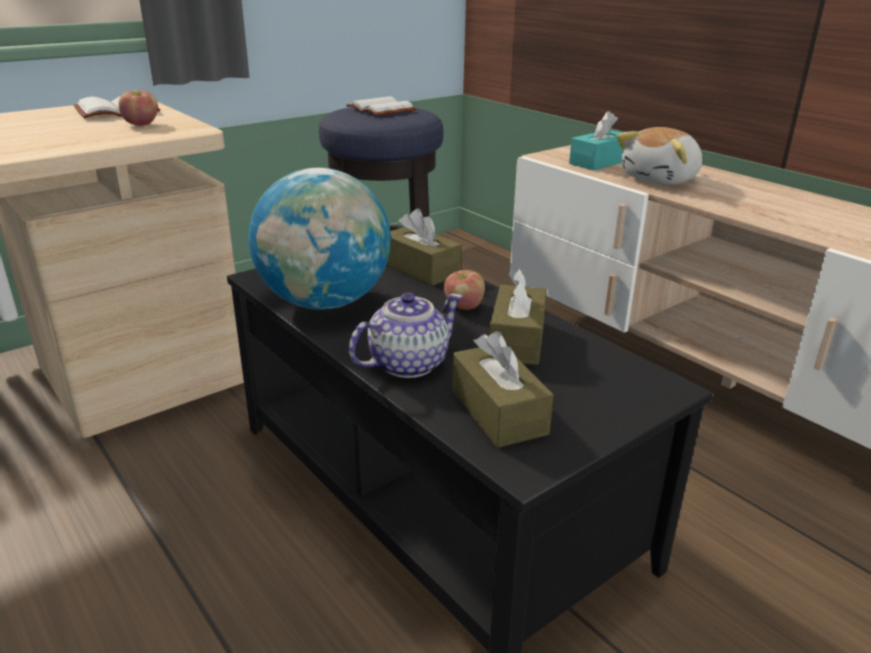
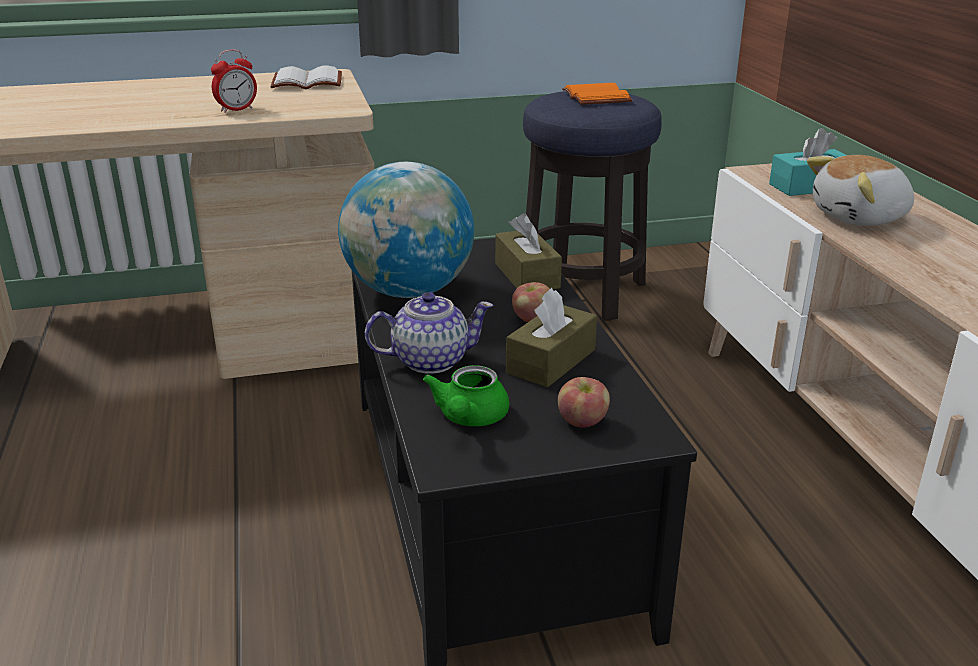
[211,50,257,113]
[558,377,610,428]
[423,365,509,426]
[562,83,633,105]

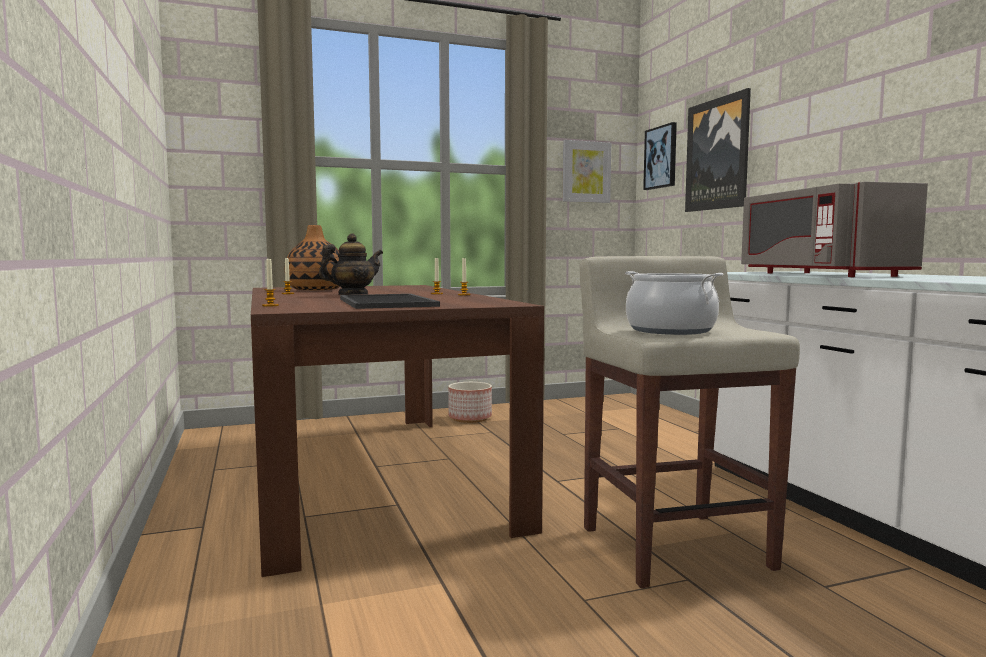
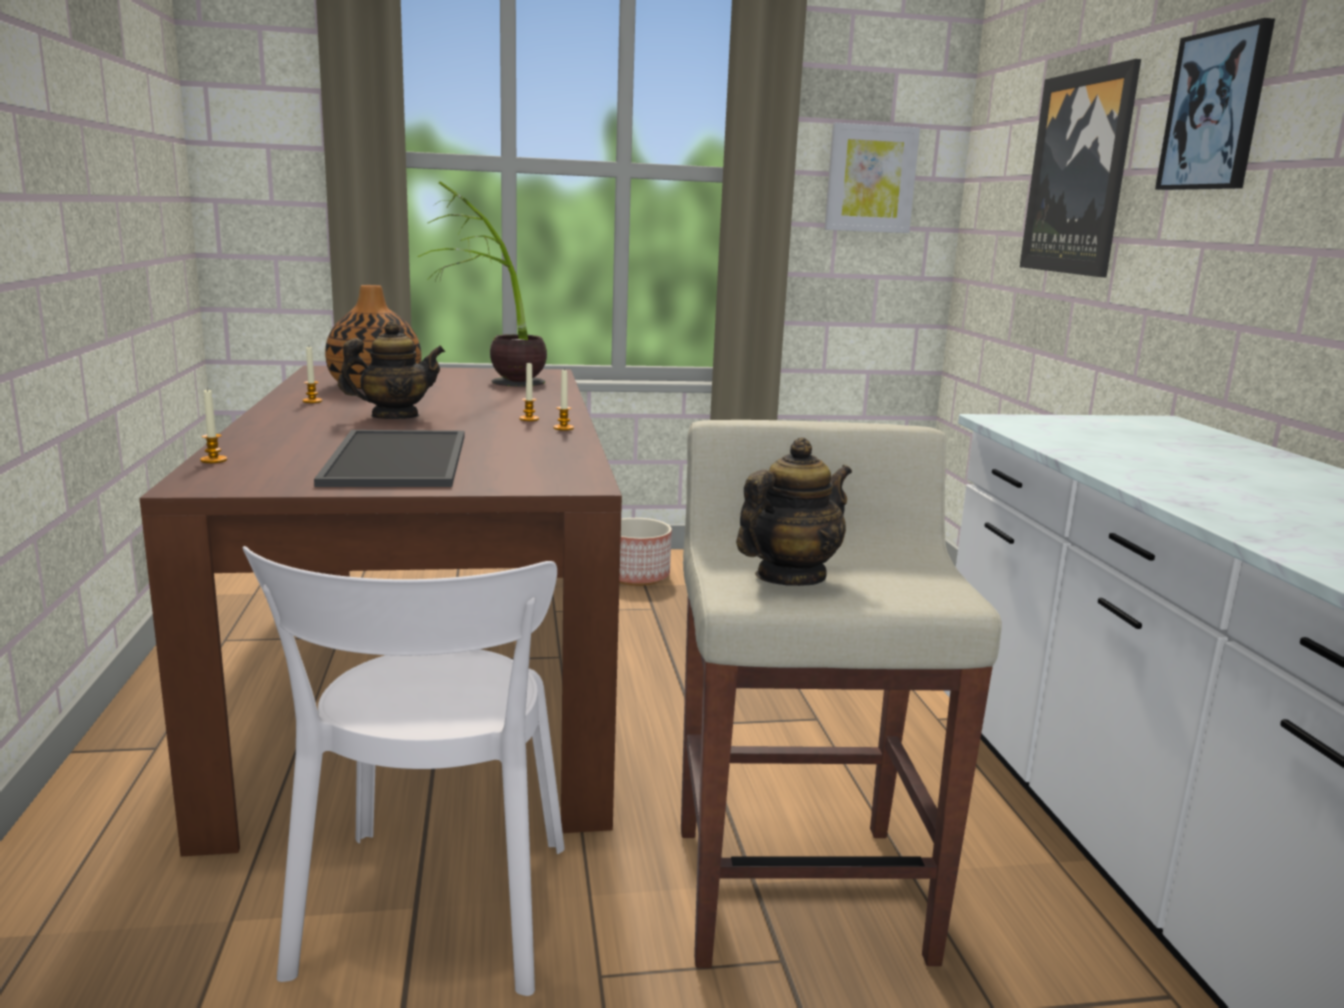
[741,182,928,277] (first image)
[243,546,565,996]
[417,181,547,386]
[1155,18,1275,190]
[736,437,852,586]

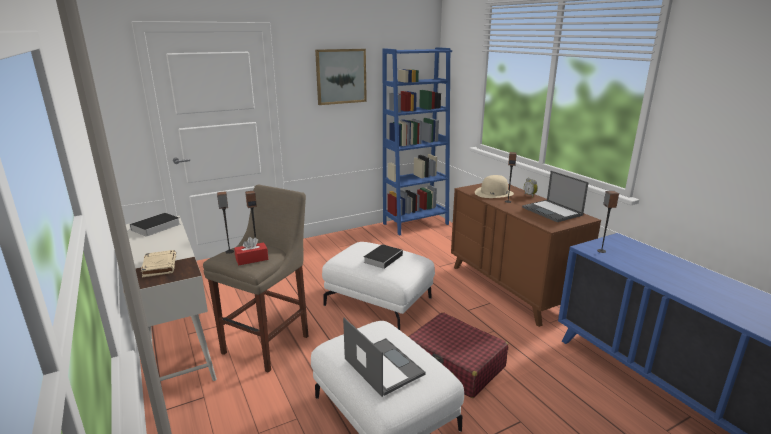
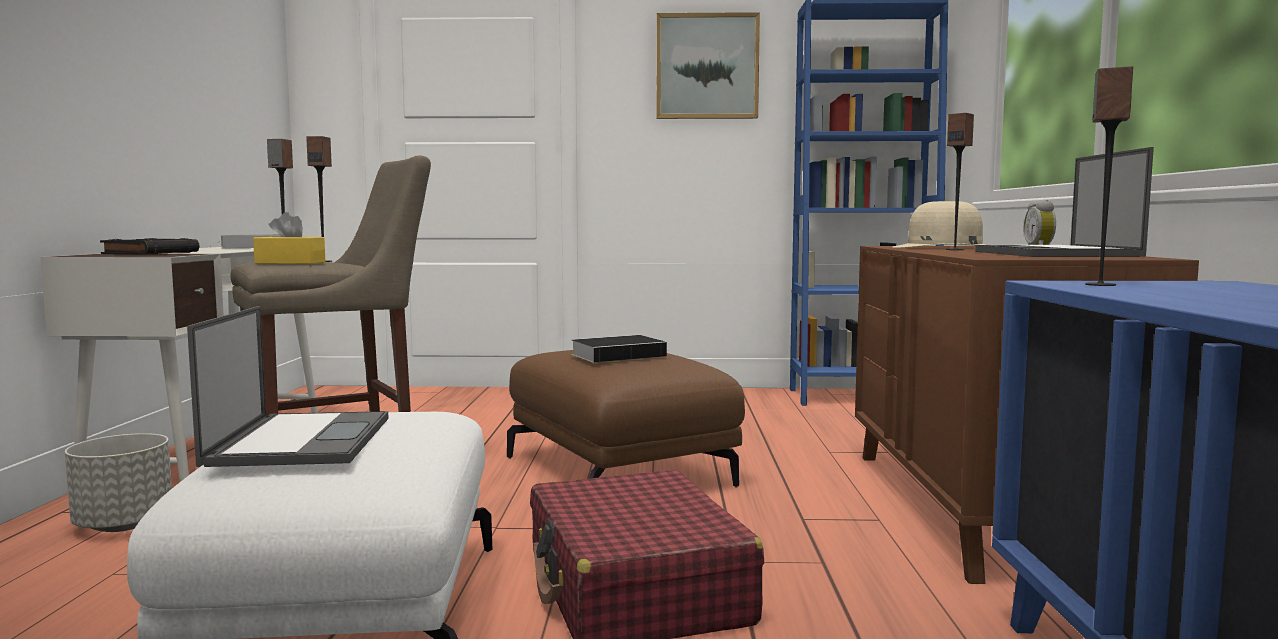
[65,433,172,532]
[100,238,200,254]
[253,212,326,264]
[507,350,745,488]

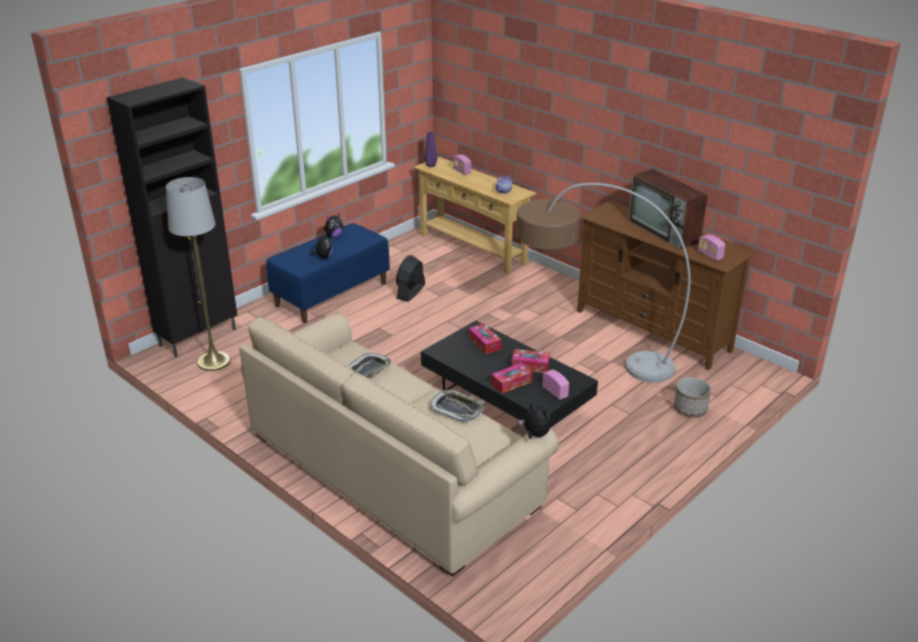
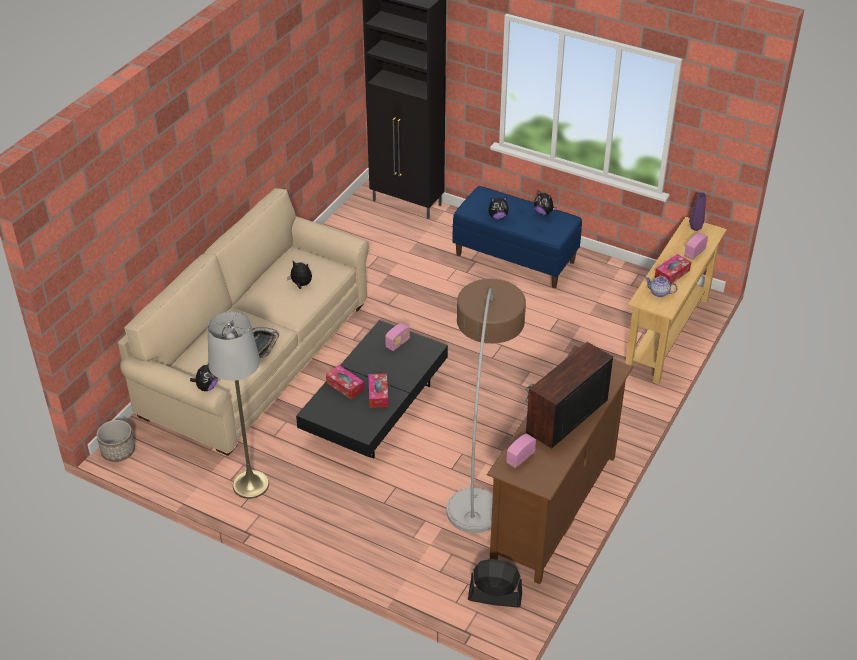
[208,312,269,499]
[468,559,522,607]
[655,254,691,284]
[385,323,410,351]
[96,420,135,462]
[287,261,312,289]

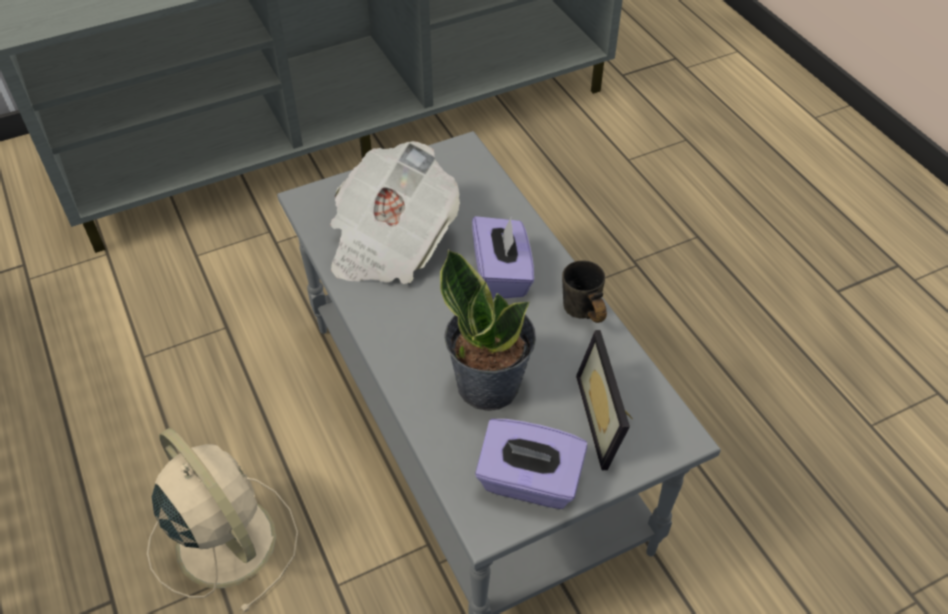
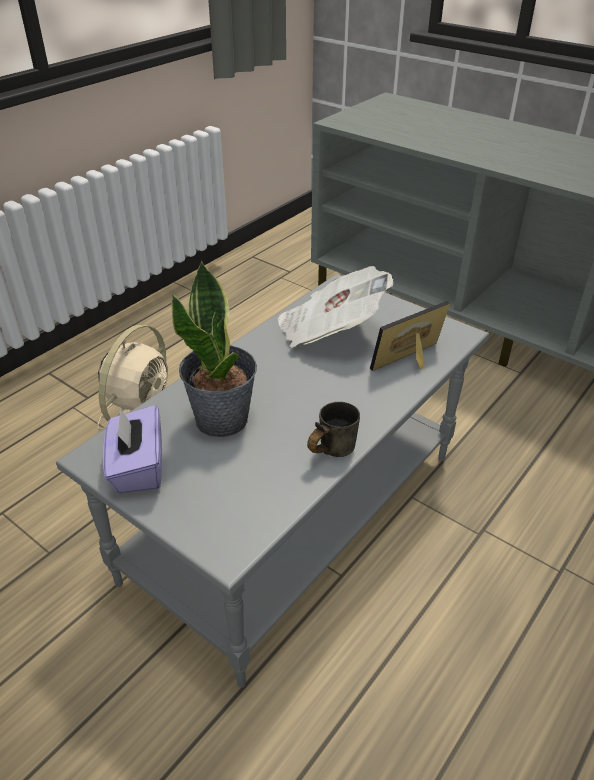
[472,216,534,299] (first image)
[370,301,450,371]

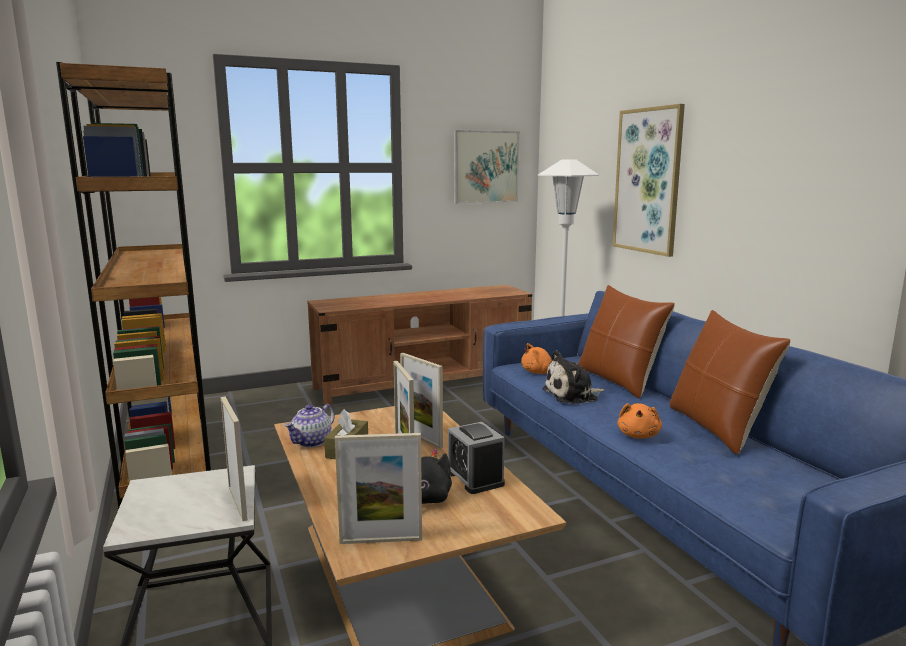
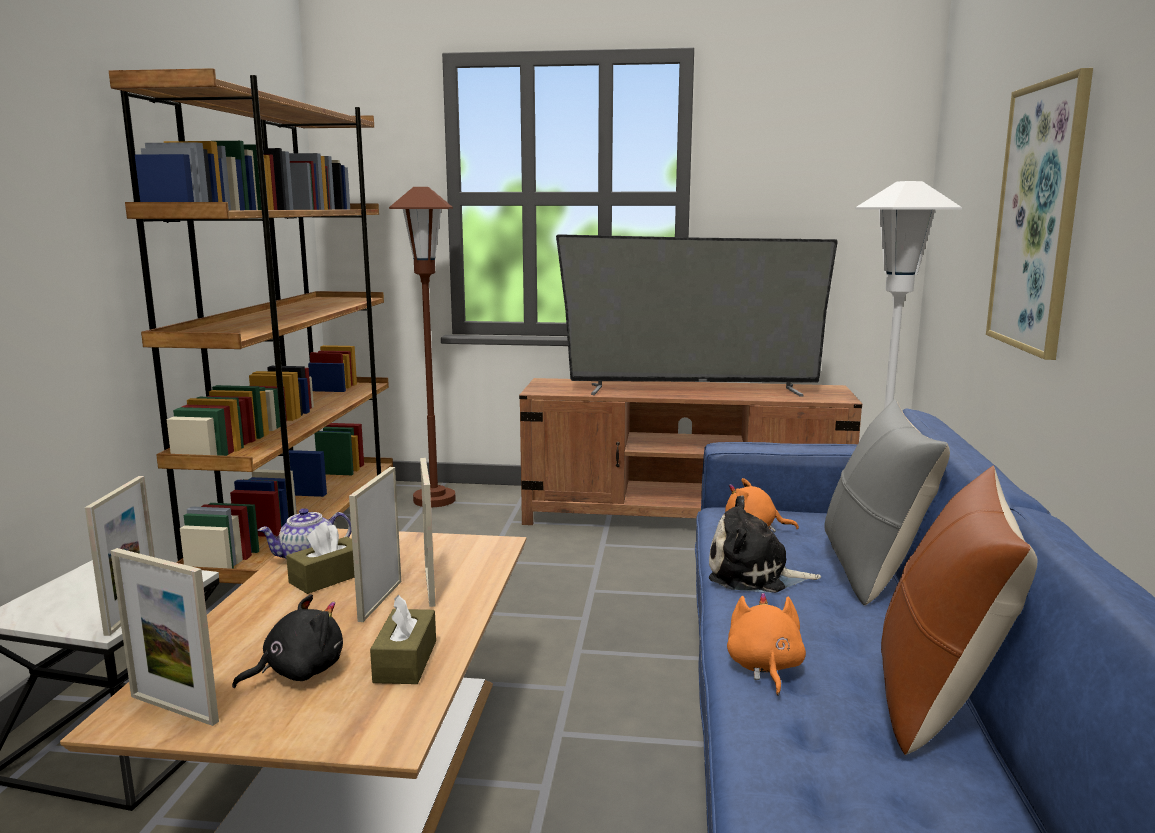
[454,130,520,204] (first image)
[389,187,456,507]
[556,234,838,397]
[370,595,436,684]
[824,399,950,606]
[727,593,806,696]

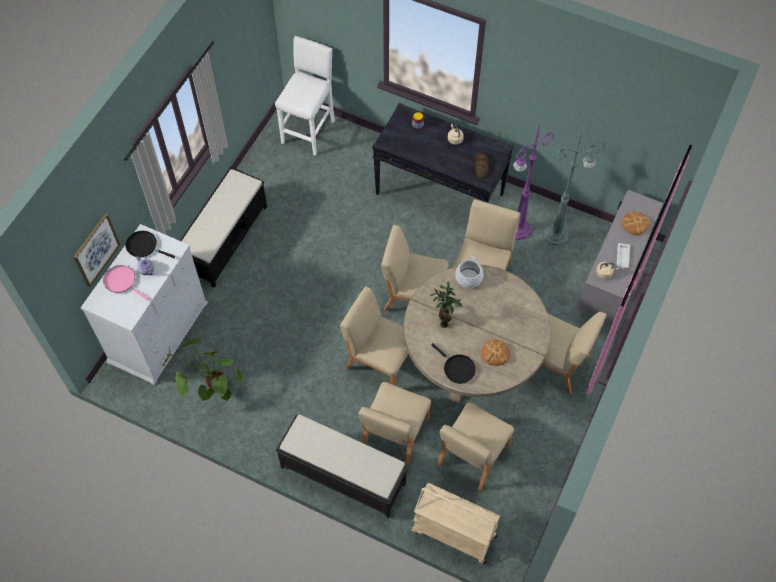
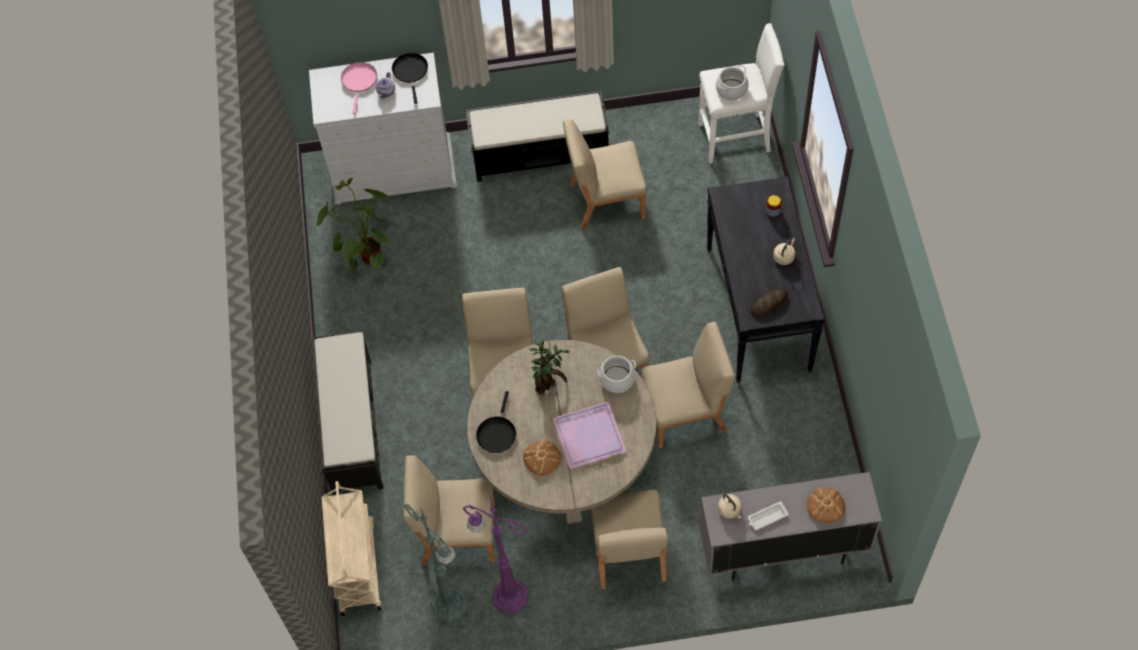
[73,213,120,287] (first image)
[552,402,627,469]
[716,65,749,101]
[563,119,647,230]
[463,501,529,614]
[404,504,469,623]

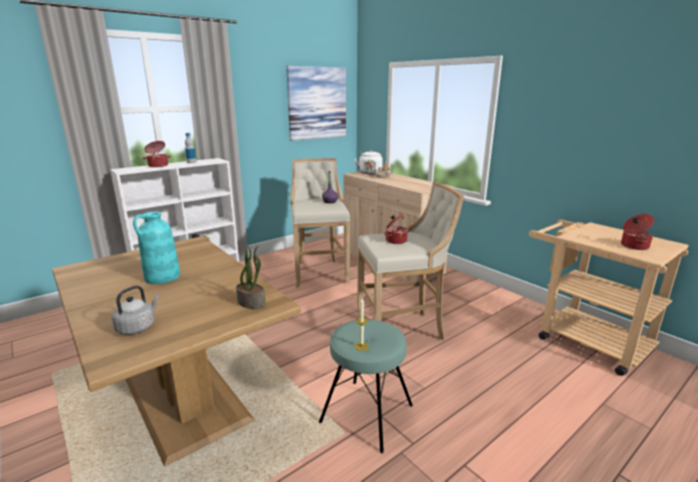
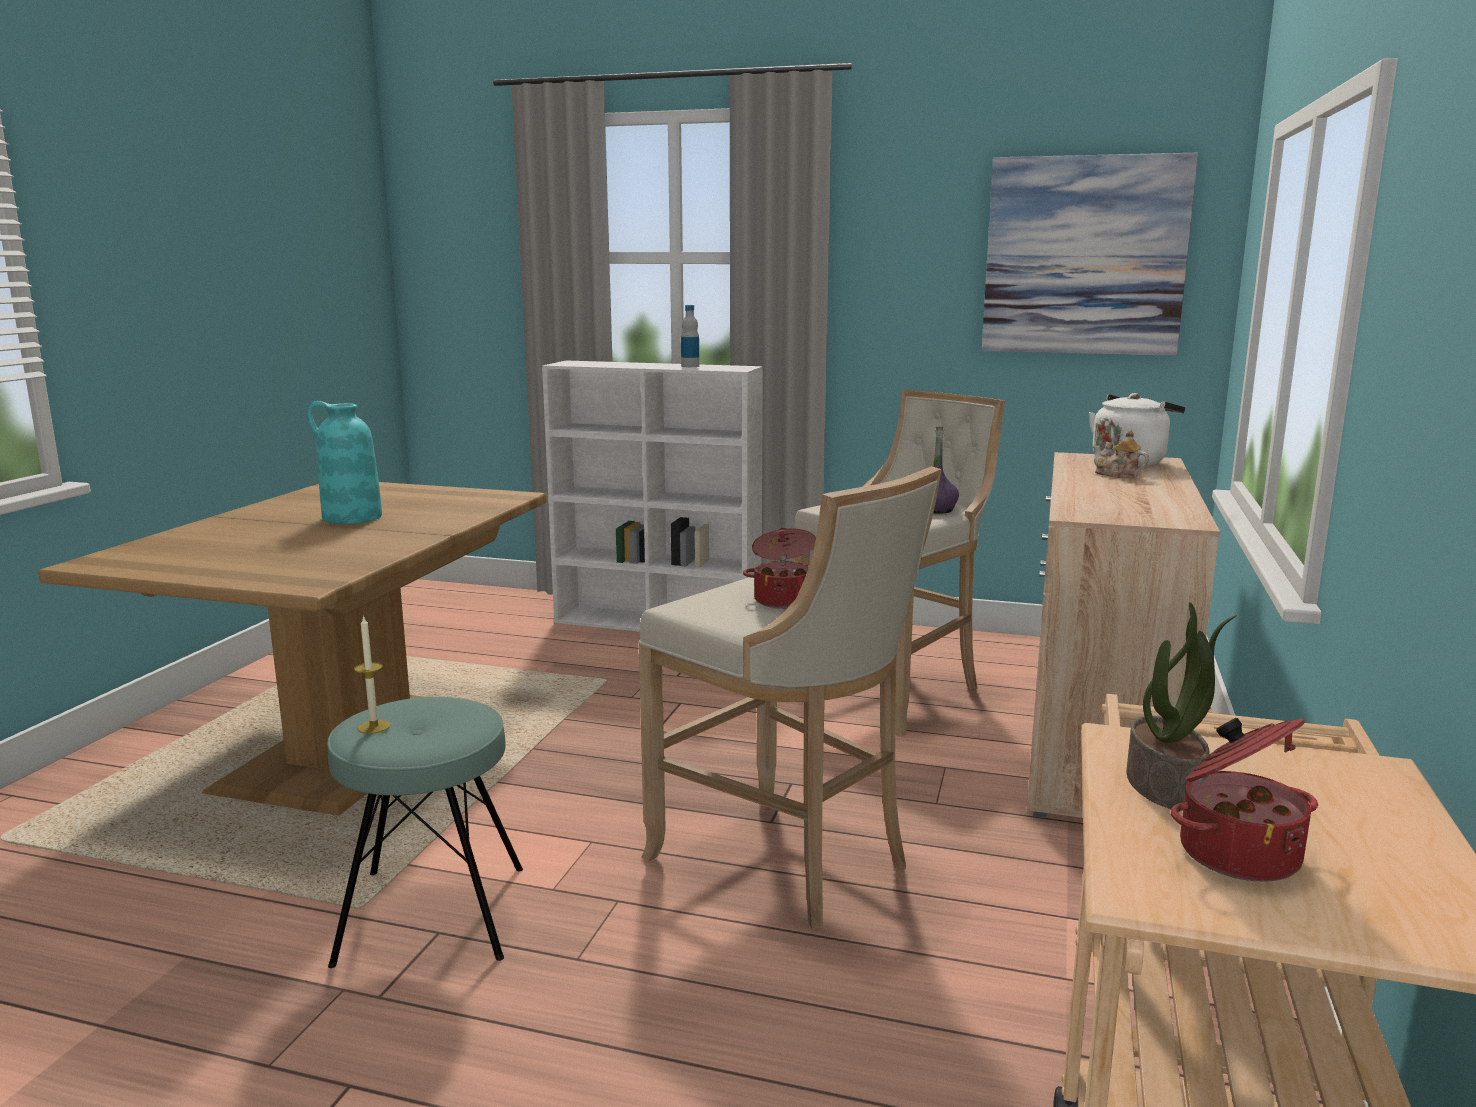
[112,285,160,335] (first image)
[142,141,171,167] (first image)
[1126,602,1237,811]

